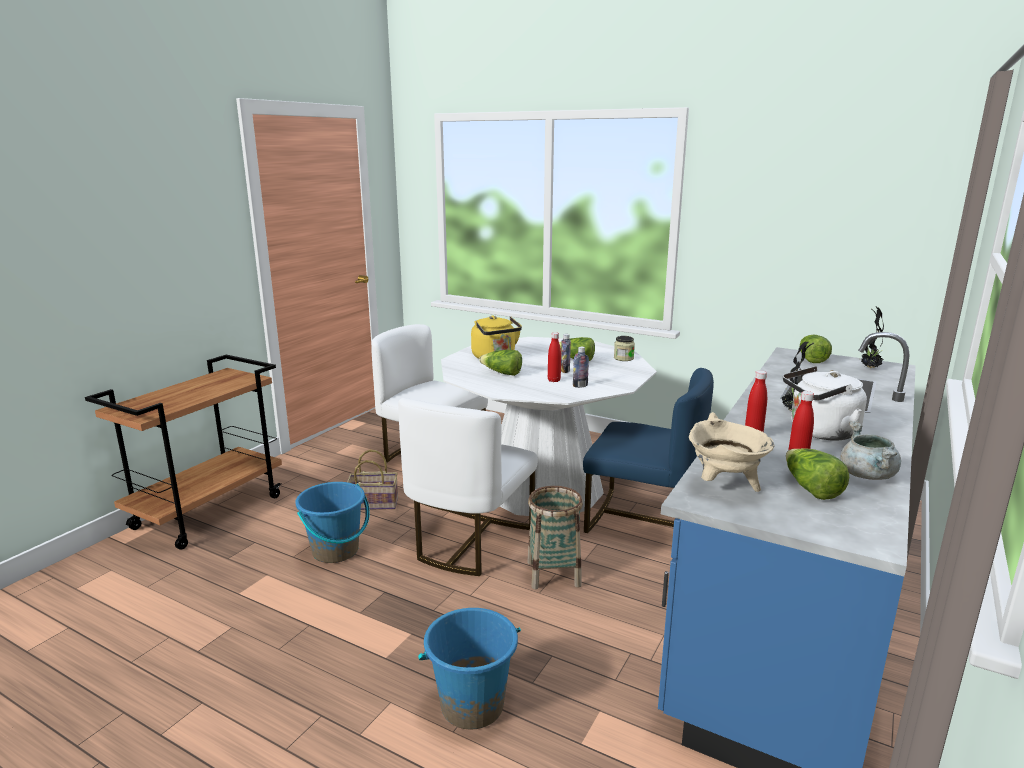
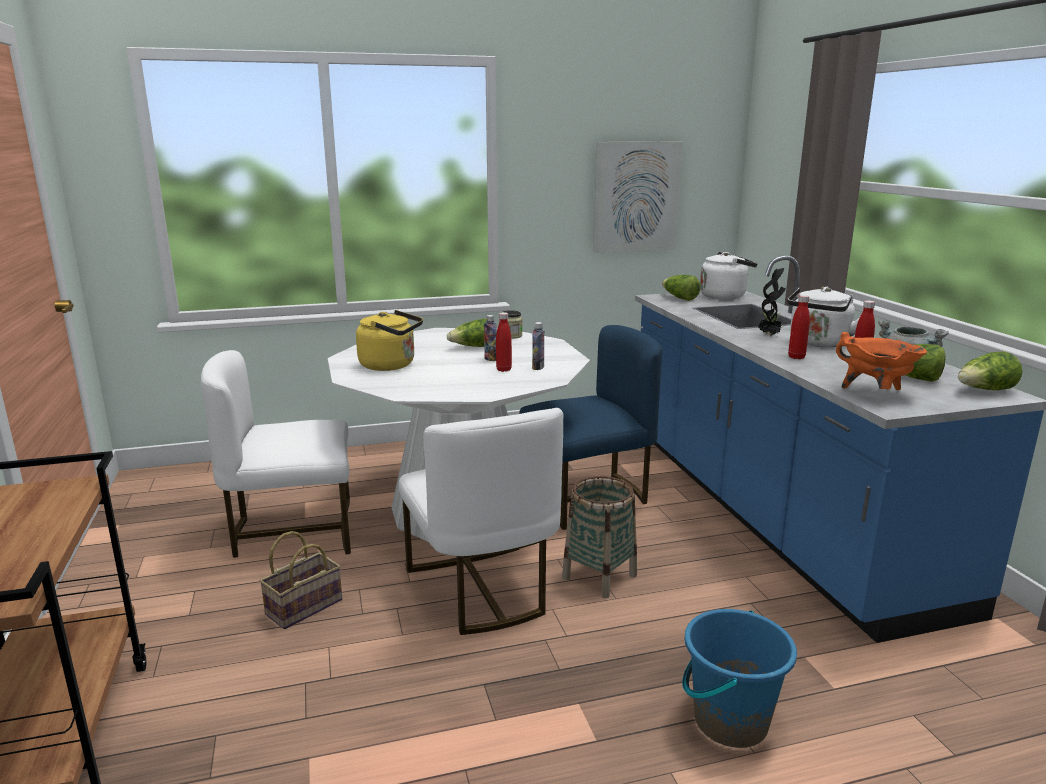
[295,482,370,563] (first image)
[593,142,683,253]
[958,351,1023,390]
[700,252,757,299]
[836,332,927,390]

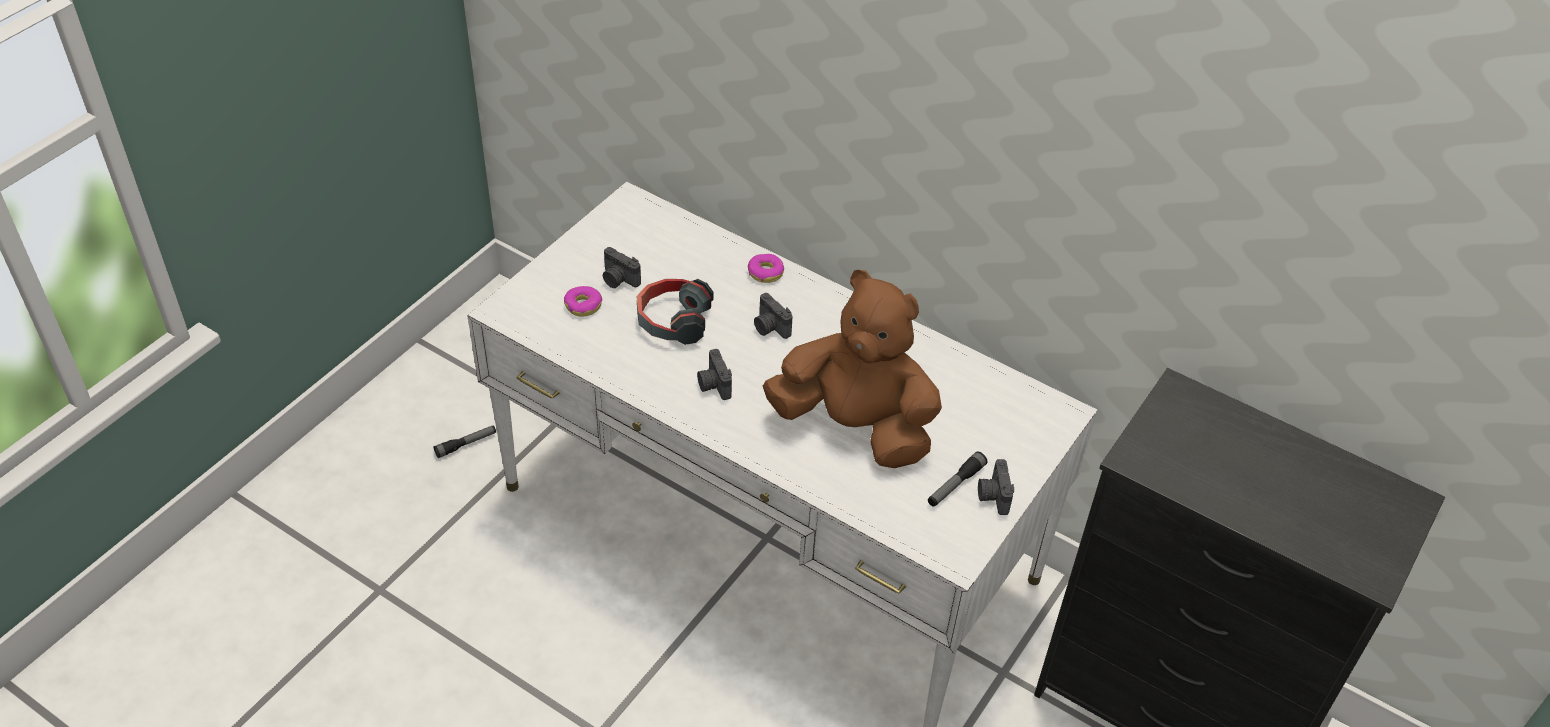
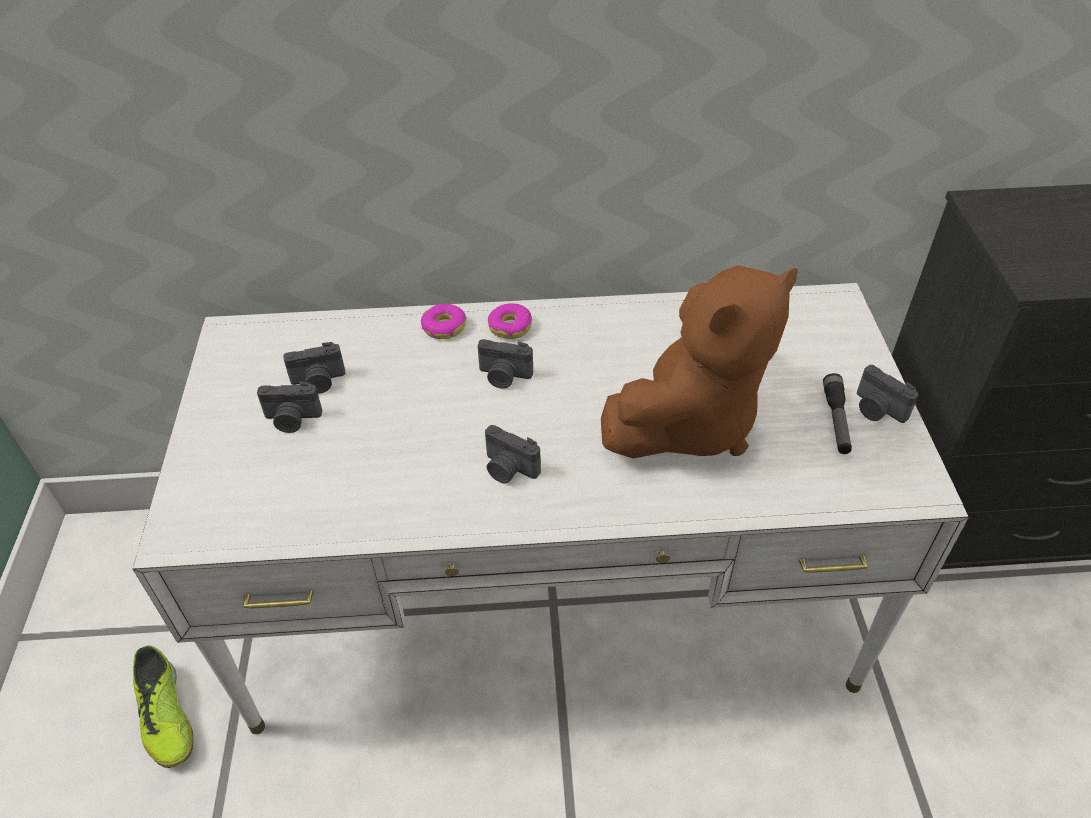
[637,279,714,345] (first image)
[283,342,346,394]
[488,303,532,339]
[133,645,193,768]
[601,265,798,458]

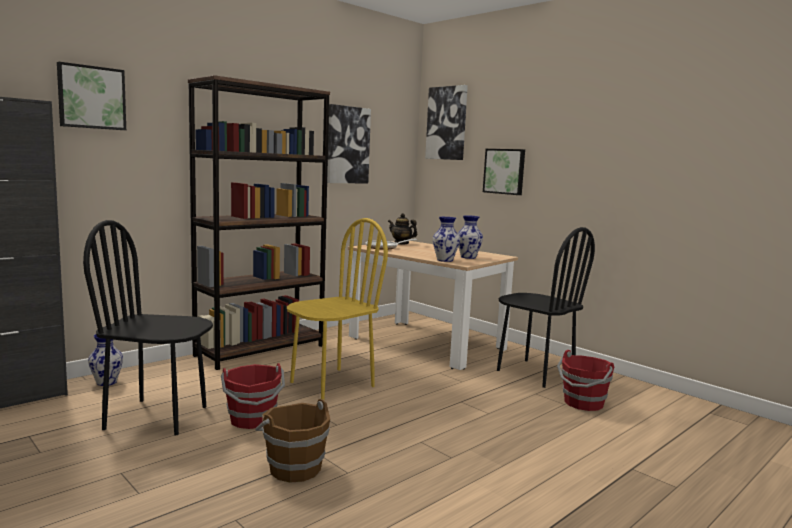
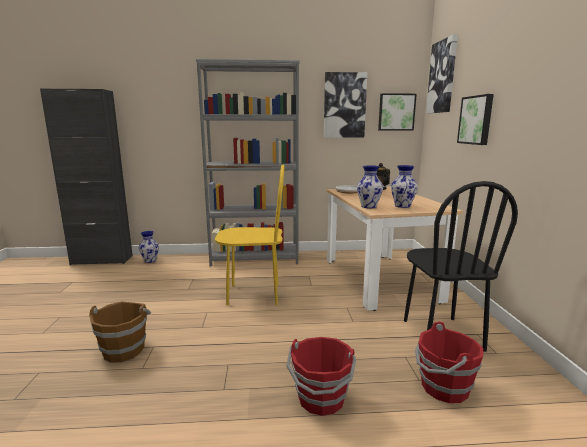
[83,220,213,435] (first image)
[378,93,417,130]
[286,337,356,416]
[196,59,300,266]

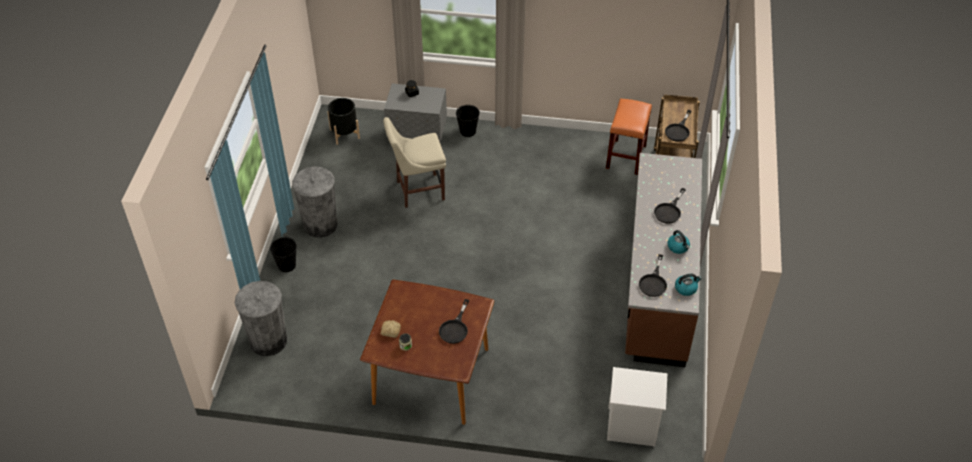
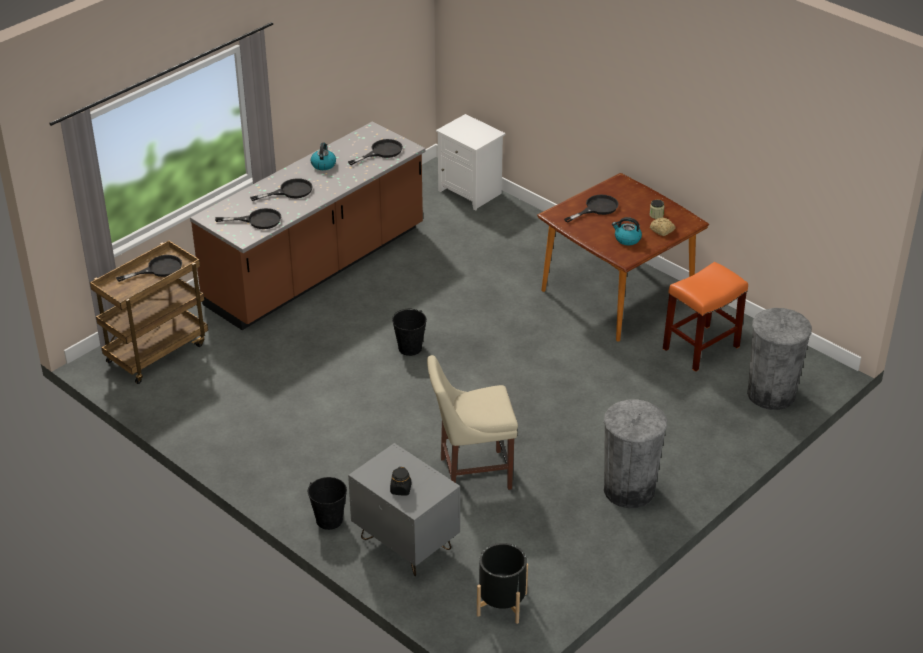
[215,208,281,229]
[392,309,427,356]
[663,262,748,372]
[612,217,642,245]
[427,355,518,490]

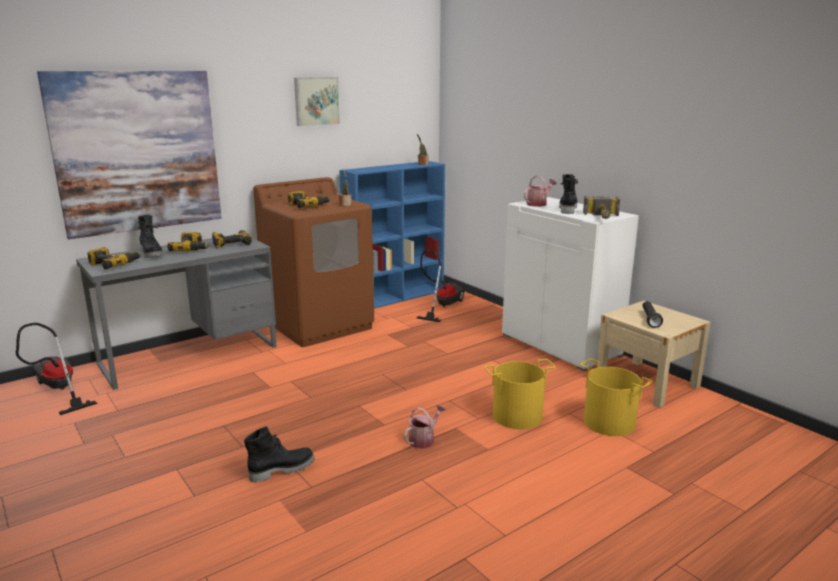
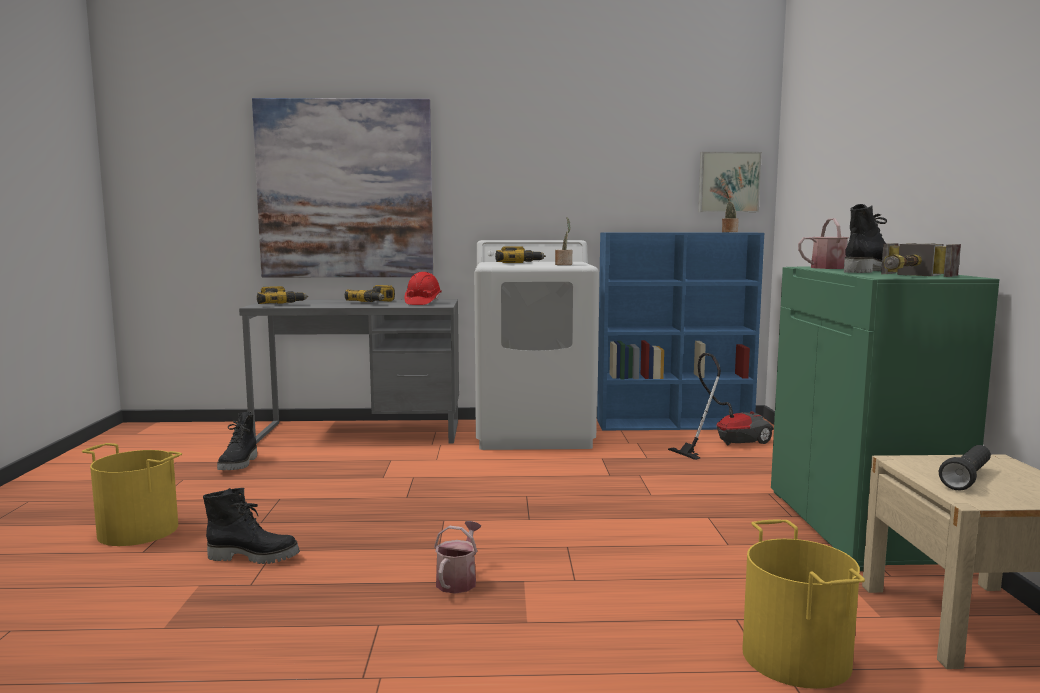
[16,323,98,415] (first image)
[217,412,257,470]
[698,152,762,212]
[82,443,182,546]
[404,272,442,305]
[474,240,599,450]
[771,267,999,571]
[434,521,481,594]

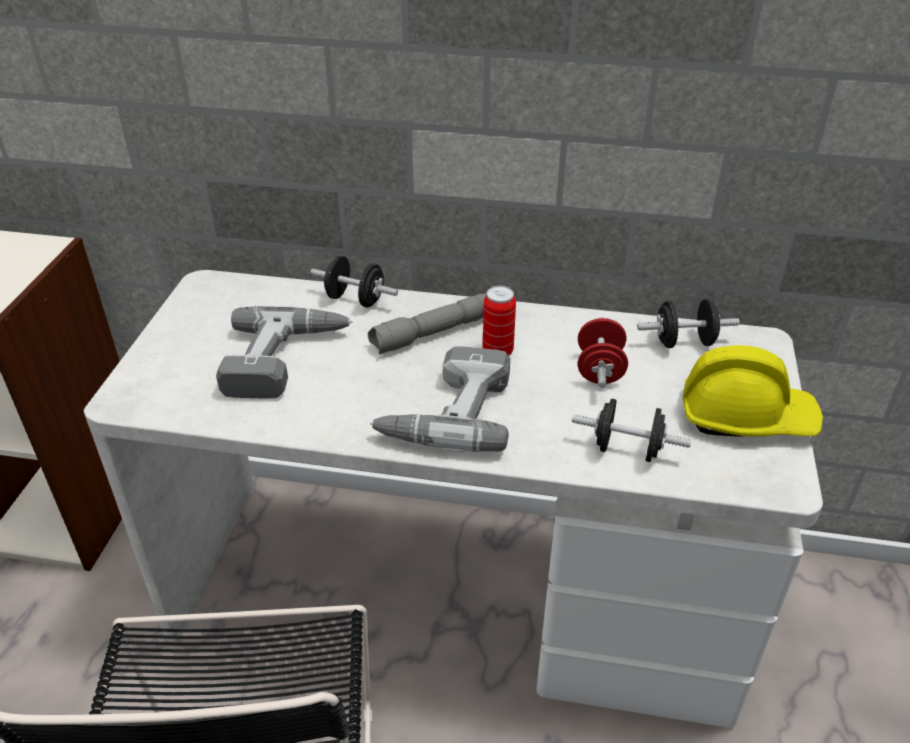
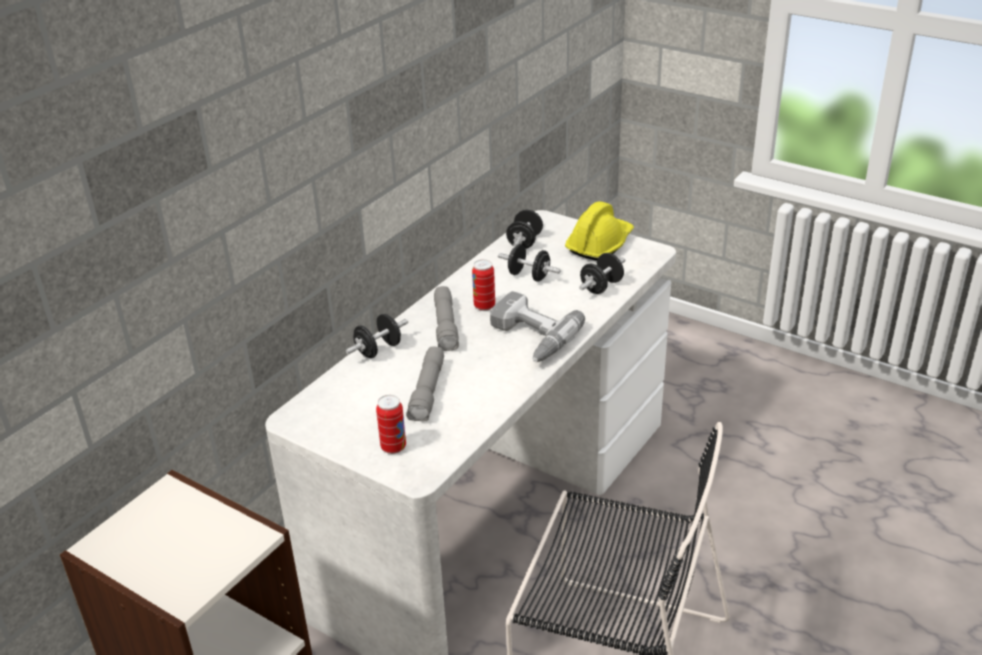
[376,395,406,454]
[406,347,444,421]
[498,244,560,281]

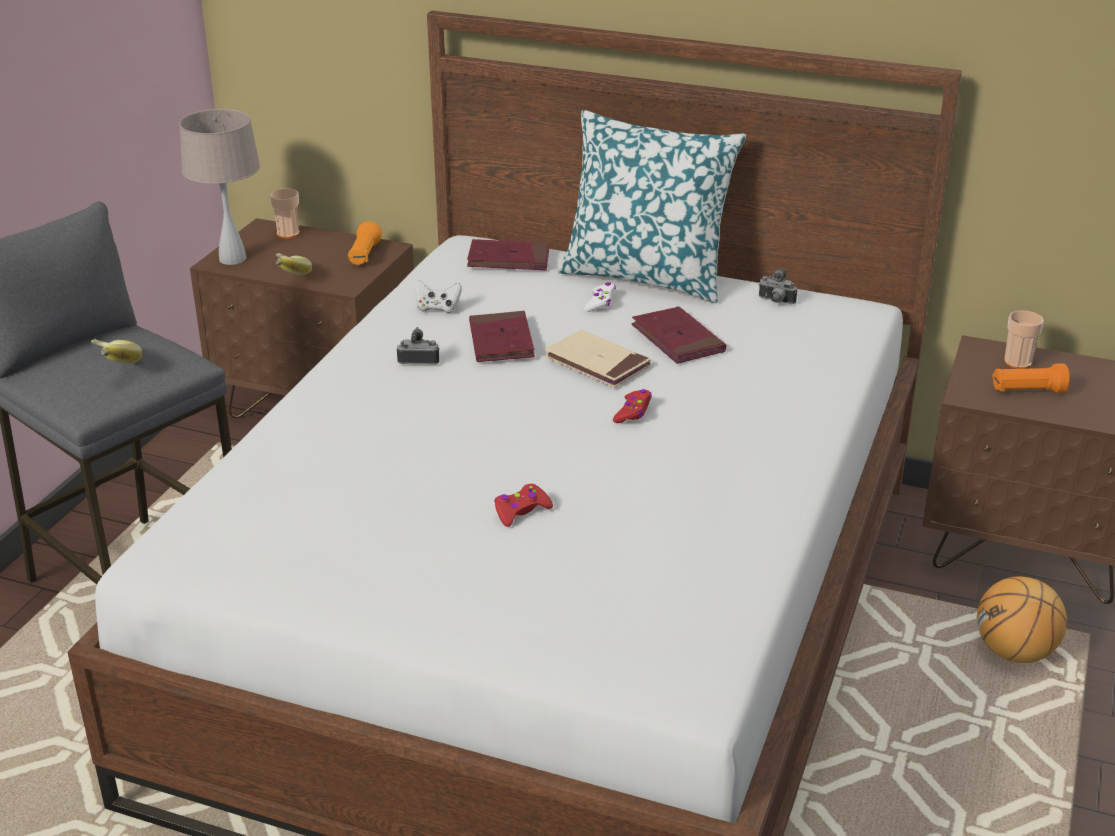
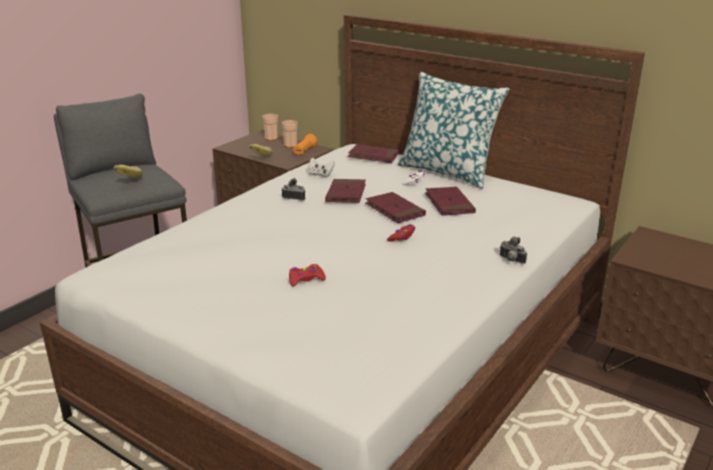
[179,109,260,265] (first image)
[977,576,1067,663] (first image)
[992,363,1070,393] (first image)
[500,237,527,264]
[282,120,298,148]
[365,192,426,223]

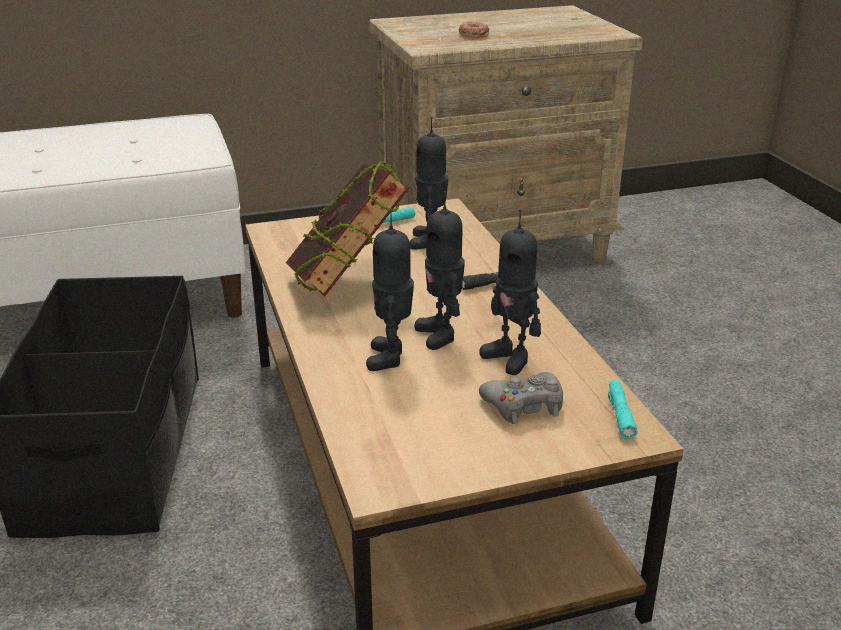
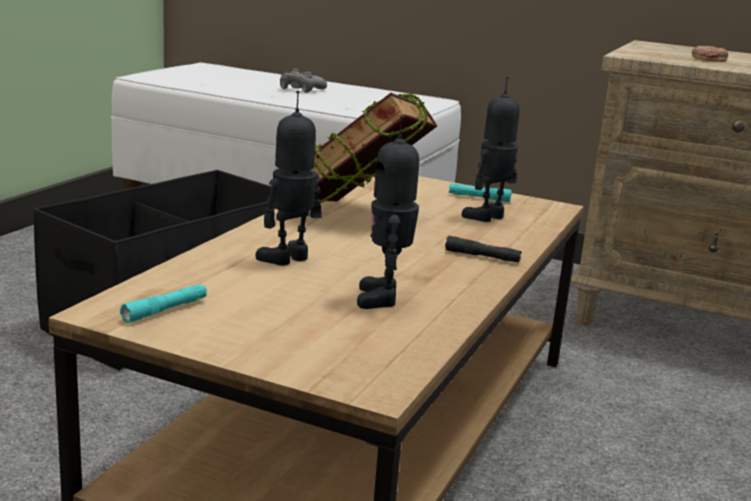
[414,191,465,350] (first image)
[280,69,327,93]
[120,284,207,323]

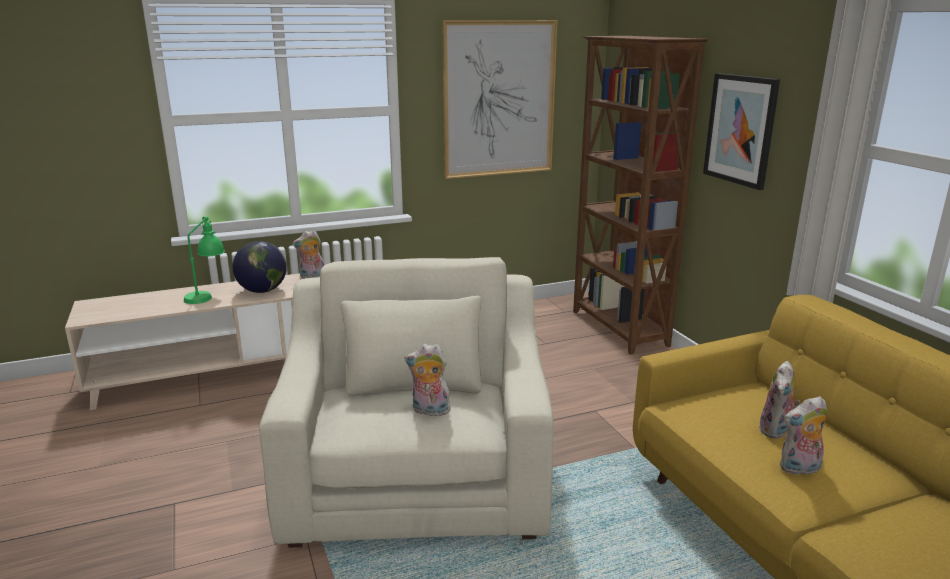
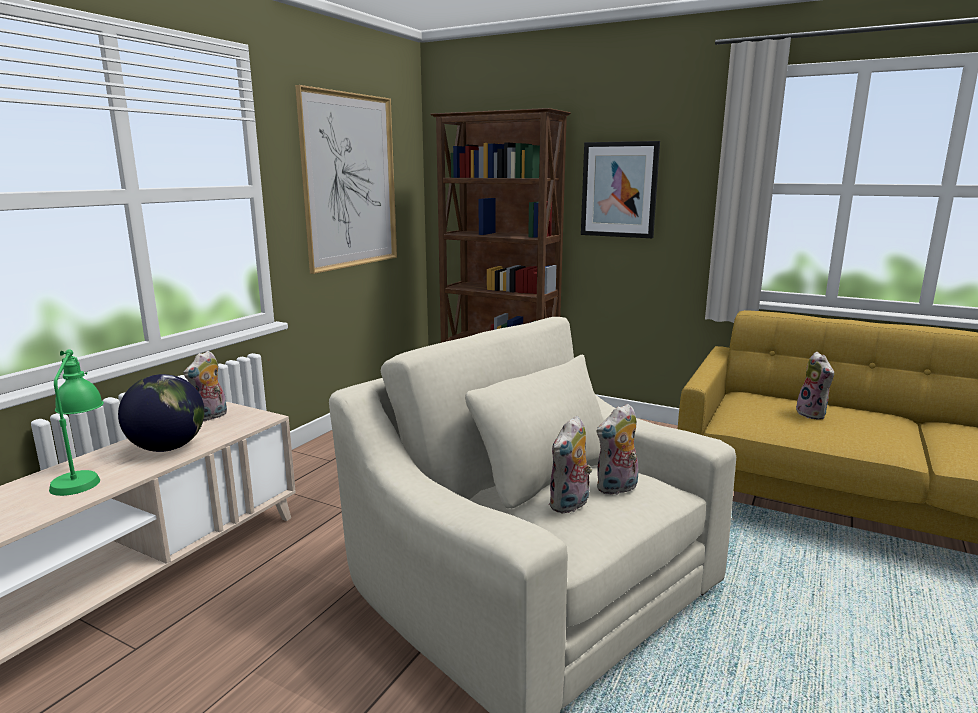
[549,416,592,513]

